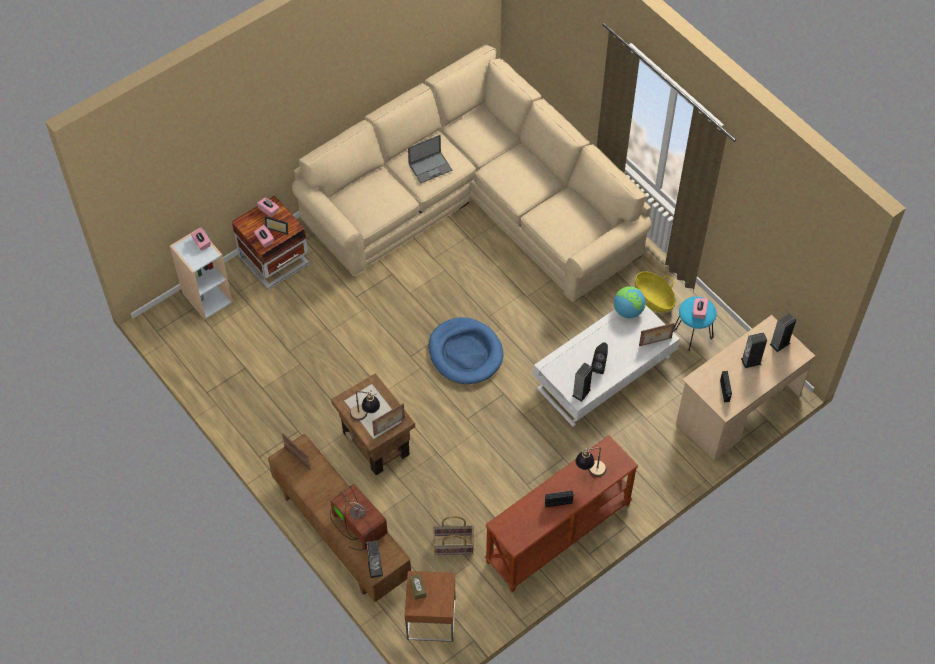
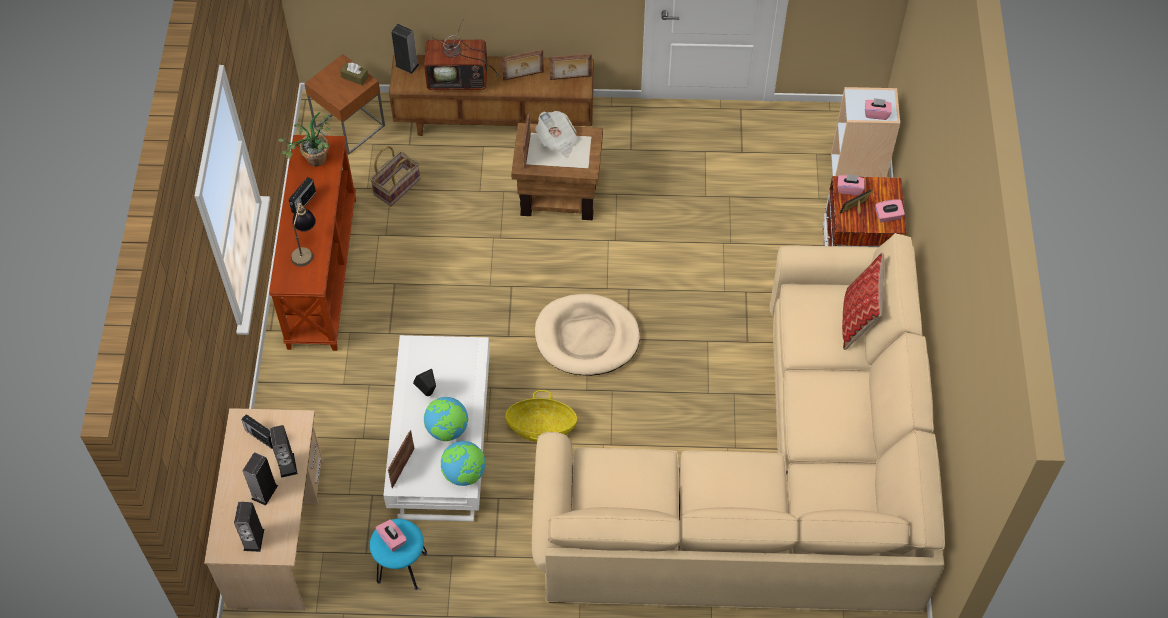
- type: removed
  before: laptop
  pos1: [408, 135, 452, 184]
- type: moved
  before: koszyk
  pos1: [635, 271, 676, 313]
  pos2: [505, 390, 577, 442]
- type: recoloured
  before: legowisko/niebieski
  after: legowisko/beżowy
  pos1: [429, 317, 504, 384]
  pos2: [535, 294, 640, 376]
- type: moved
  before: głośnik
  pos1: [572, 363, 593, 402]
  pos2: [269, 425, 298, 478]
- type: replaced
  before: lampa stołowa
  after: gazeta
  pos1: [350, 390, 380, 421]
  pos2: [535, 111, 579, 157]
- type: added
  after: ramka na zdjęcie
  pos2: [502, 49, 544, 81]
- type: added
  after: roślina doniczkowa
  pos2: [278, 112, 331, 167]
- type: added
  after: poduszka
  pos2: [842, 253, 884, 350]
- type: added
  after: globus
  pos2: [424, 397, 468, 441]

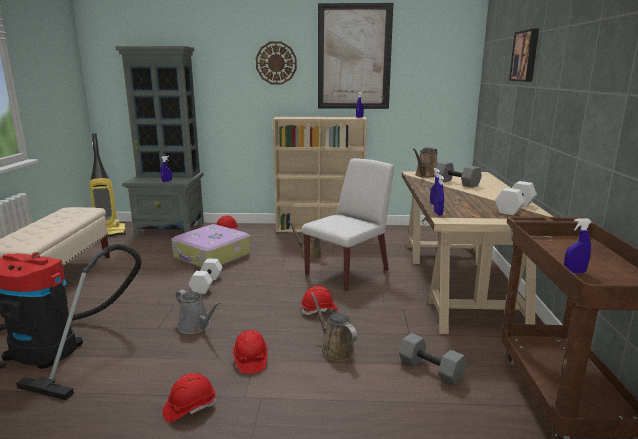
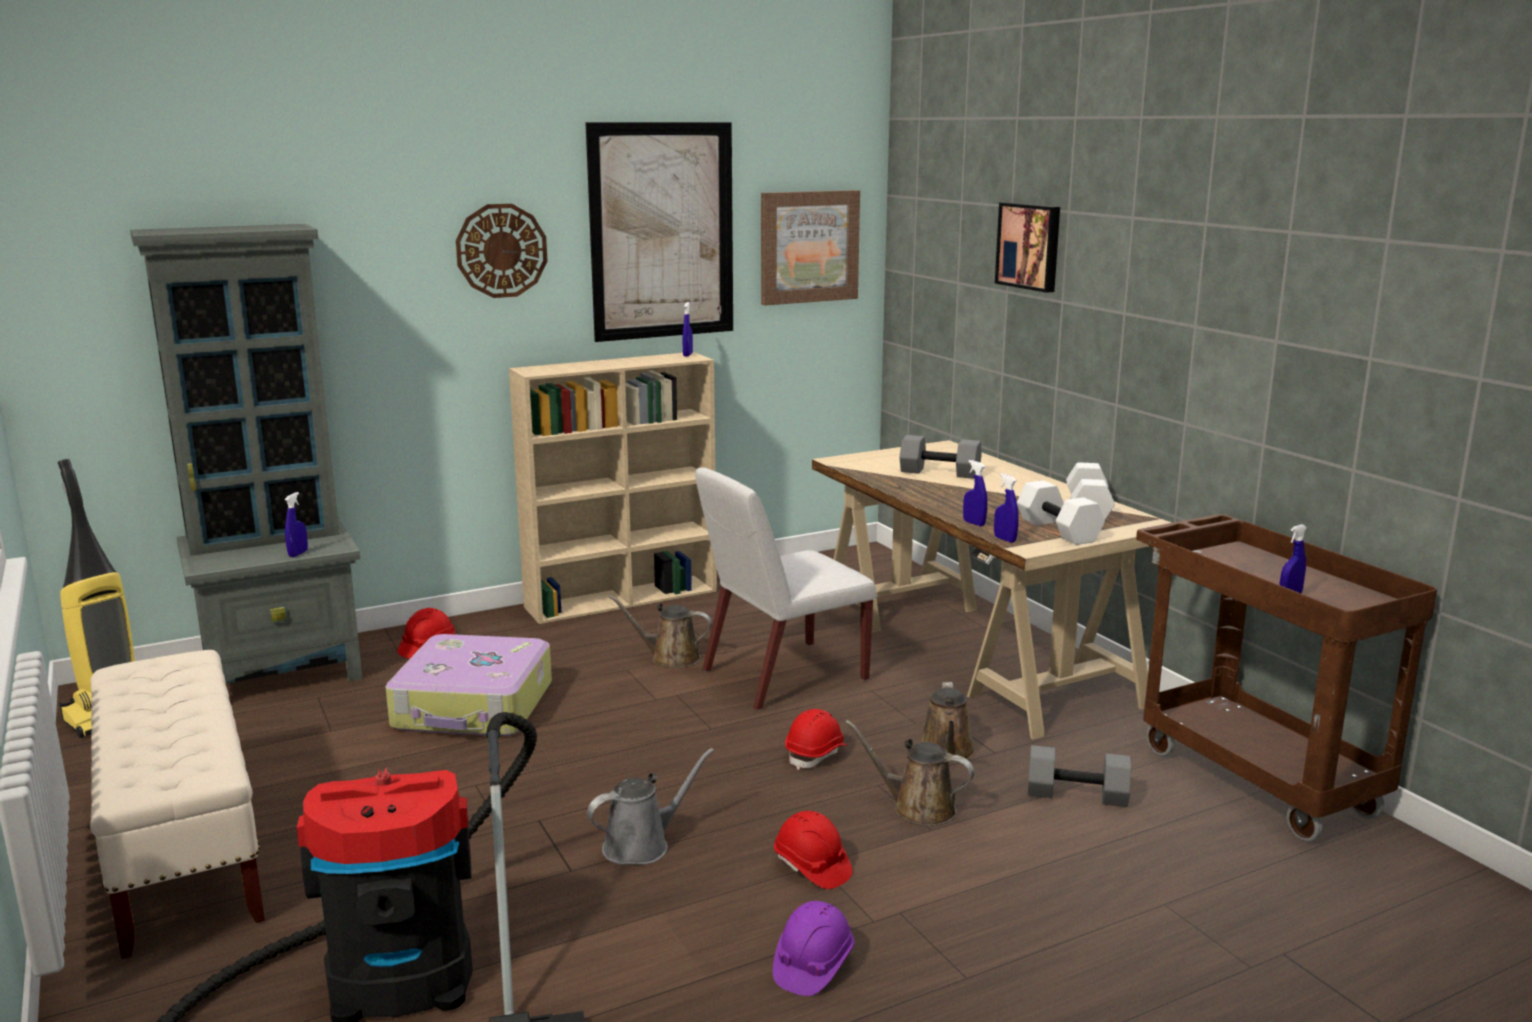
- type: moved
  before: konewka/brązowy
  pos1: [413, 148, 438, 178]
  pos2: [920, 682, 975, 763]
- type: turned
  before: krzesło/biały
  pos1: [302, 158, 394, 292]
  pos2: [695, 467, 877, 710]
  turn: -135
- type: moved
  before: hantel/biały
  pos1: [188, 258, 223, 294]
  pos2: [1017, 480, 1105, 545]
- type: turned
  before: konewka/szary
  pos1: [176, 290, 221, 334]
  pos2: [587, 748, 714, 865]
  turn: -45
- type: recoloured
  before: kask/czerwony
  after: kask/fioletowy
  pos1: [162, 373, 216, 422]
  pos2: [773, 901, 854, 996]
- type: added
  after: obraz
  pos2: [761, 190, 860, 305]

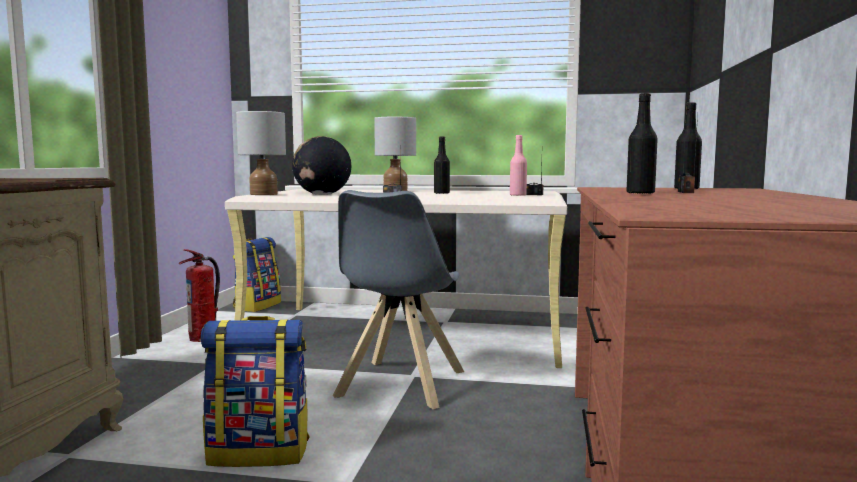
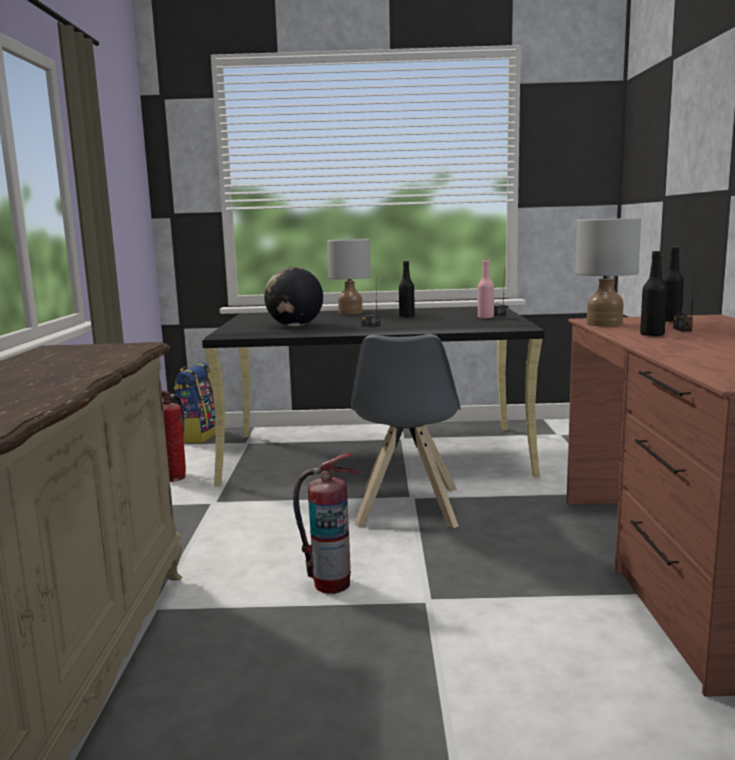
- type: moved
  before: lampa stołowa/szary
  pos1: [236, 111, 286, 195]
  pos2: [575, 218, 641, 326]
- type: recoloured
  before: biurko/beżowy
  after: biurko/czarny
  pos1: [225, 189, 567, 368]
  pos2: [202, 307, 544, 486]
- type: replaced
  before: plecak
  after: gaśnica
  pos1: [201, 316, 310, 467]
  pos2: [293, 453, 360, 594]

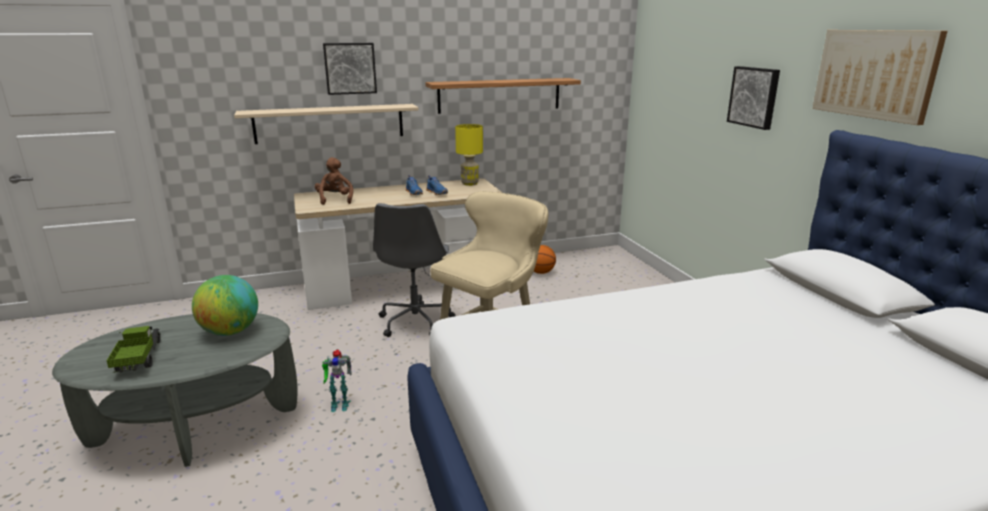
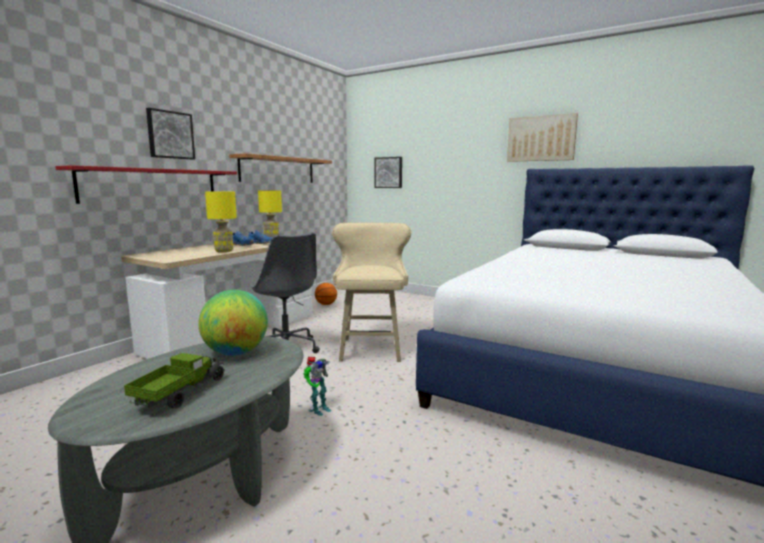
- type: moved
  before: obraz
  pos1: [727, 66, 780, 130]
  pos2: [375, 157, 402, 188]
- type: recoloured
  before: półka/beżowy
  after: półka/czerwony
  pos1: [234, 104, 419, 144]
  pos2: [55, 165, 237, 204]
- type: removed
  before: pluszak/brązowy
  pos1: [315, 157, 353, 205]
- type: turned
  before: ciężarówka zabawkowa
  pos1: [107, 326, 161, 373]
  pos2: [124, 353, 225, 409]
  turn: 75
- type: added
  after: lampa stołowa/żółty
  pos2: [205, 191, 237, 252]

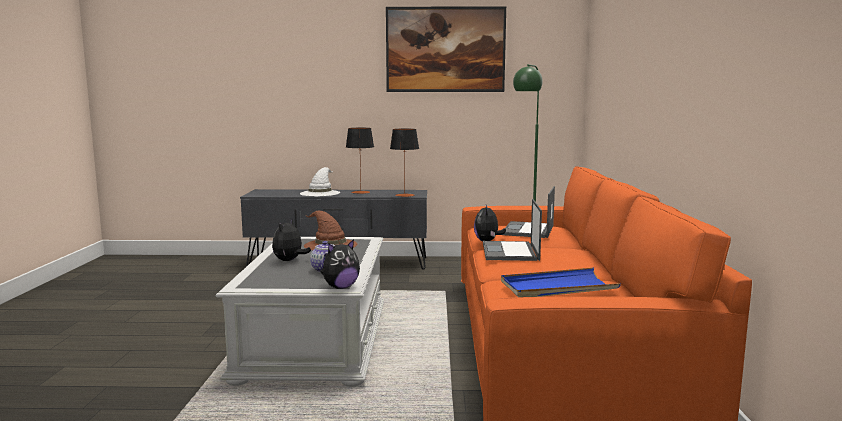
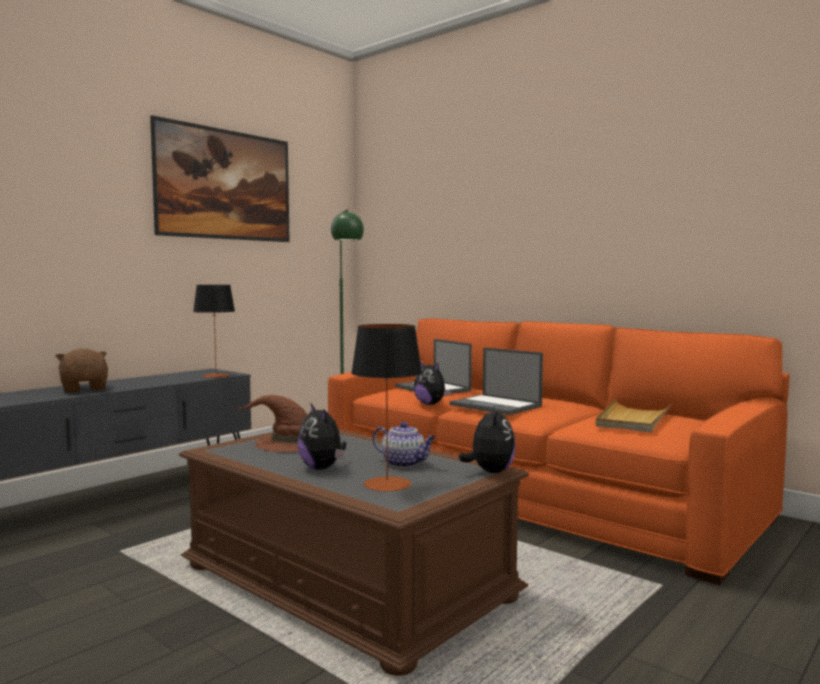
- type: moved
  before: lampa stołowa
  pos1: [346, 128, 374, 194]
  pos2: [351, 324, 422, 491]
- type: replaced
  before: kapelusz/biały
  after: pluszak/brązowy
  pos1: [300, 167, 340, 196]
  pos2: [55, 349, 108, 393]
- type: recoloured
  before: ława/biały
  after: ława/brązowy
  pos1: [216, 237, 384, 387]
  pos2: [179, 429, 529, 676]
- type: recoloured
  before: taca/niebieski
  after: taca/beżowy
  pos1: [501, 268, 621, 297]
  pos2: [596, 399, 672, 432]

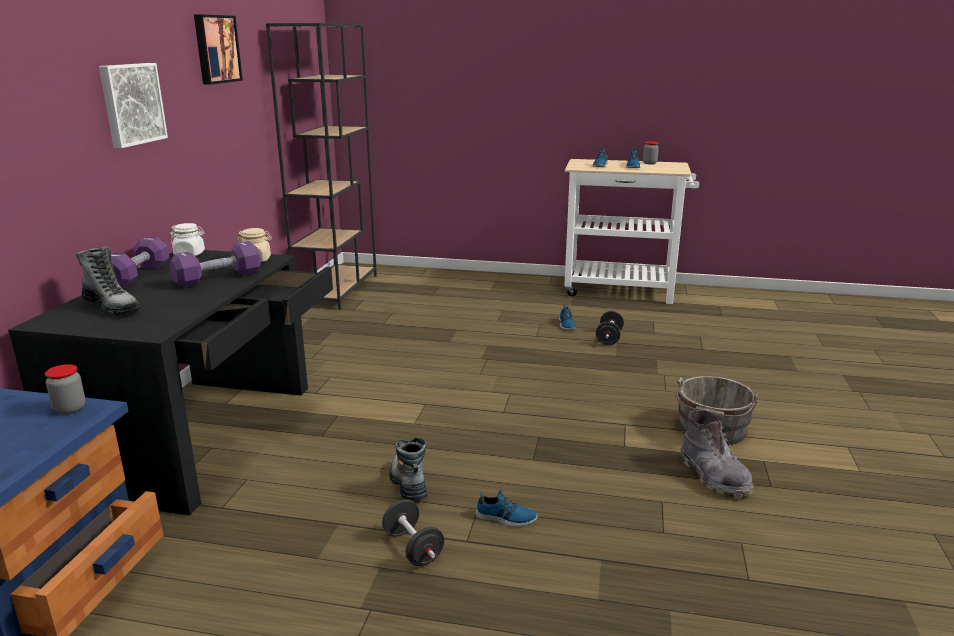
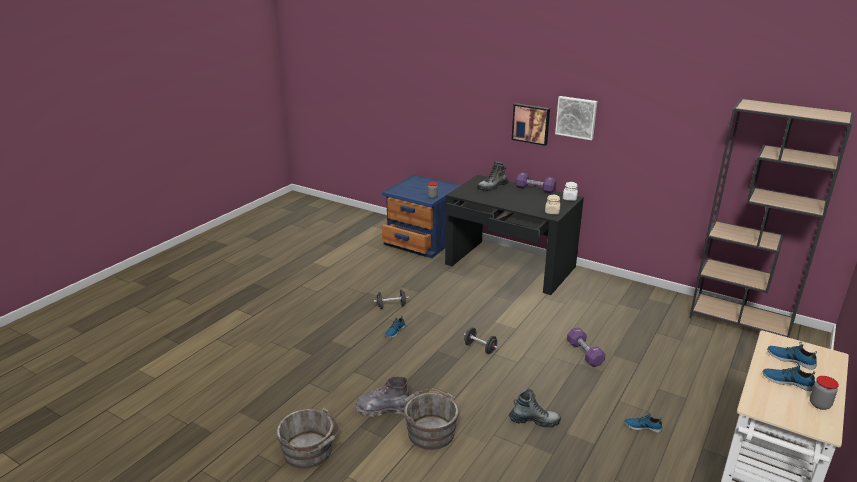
- type: moved
  before: obraz
  pos1: [194, 14, 243, 85]
  pos2: [512, 103, 550, 146]
- type: moved
  before: hantel/fioletowy
  pos1: [170, 241, 261, 288]
  pos2: [567, 327, 606, 367]
- type: moved
  before: hantel/czarny
  pos1: [596, 311, 624, 345]
  pos2: [464, 328, 498, 354]
- type: moved
  before: but z cholewką
  pos1: [389, 437, 427, 500]
  pos2: [509, 388, 561, 427]
- type: added
  after: wiadro/szary
  pos2: [276, 408, 340, 469]

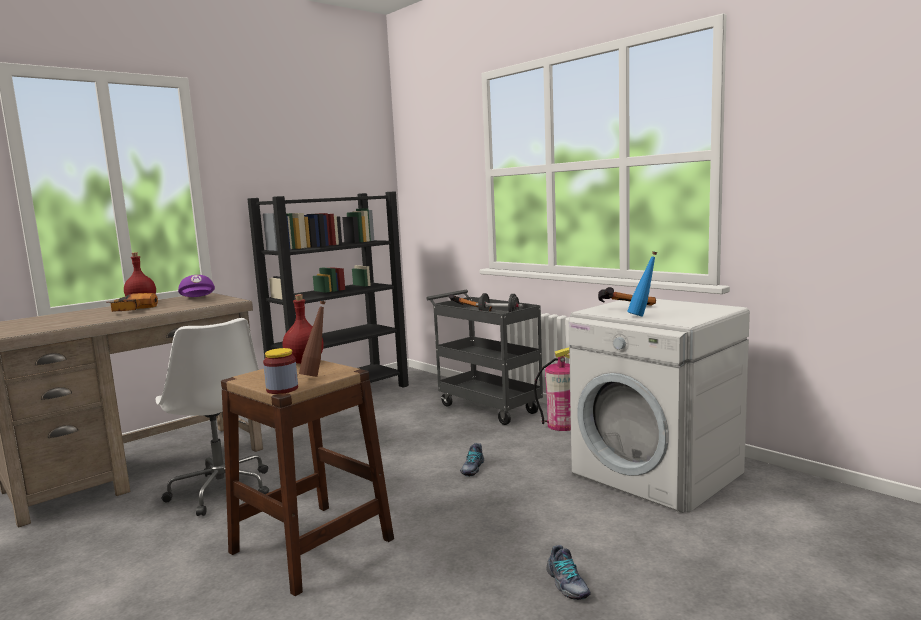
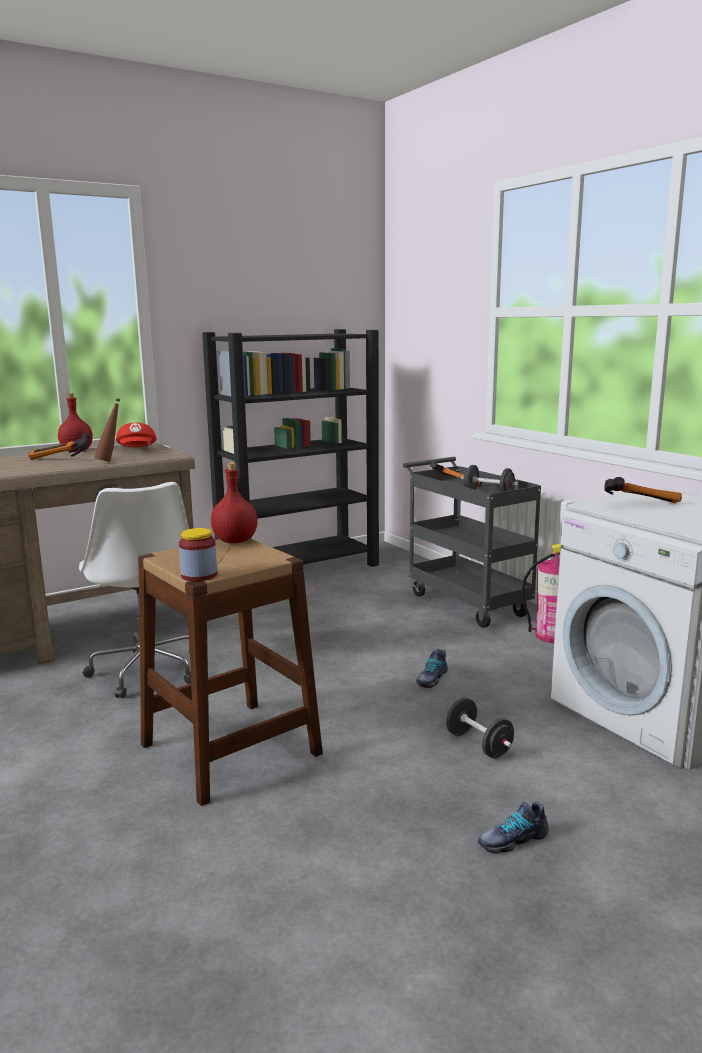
- type: removed
  before: butelka/niebieski
  pos1: [627, 251, 657, 317]
- type: recoloured
  before: czapka z daszkiem/fioletowy
  after: czapka z daszkiem/czerwony
  pos1: [178, 275, 215, 297]
  pos2: [116, 422, 156, 447]
- type: replaced
  before: wiertarka
  after: młotek
  pos1: [106, 293, 158, 312]
  pos2: [28, 433, 90, 460]
- type: moved
  before: butelka/brązowy
  pos1: [299, 301, 325, 377]
  pos2: [95, 398, 121, 462]
- type: turned
  before: but
  pos1: [546, 545, 591, 600]
  pos2: [478, 801, 549, 854]
  turn: 75
- type: added
  after: hantel/czarny
  pos2: [446, 698, 514, 758]

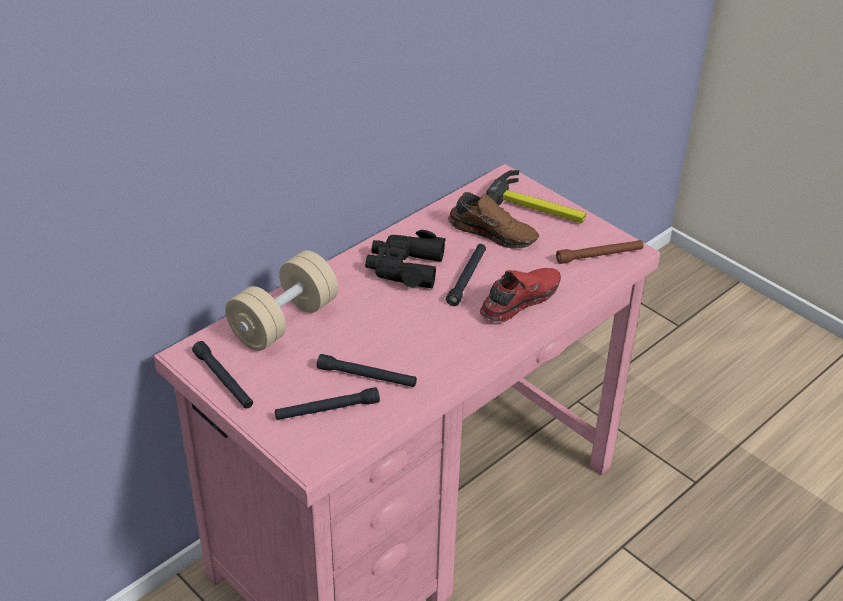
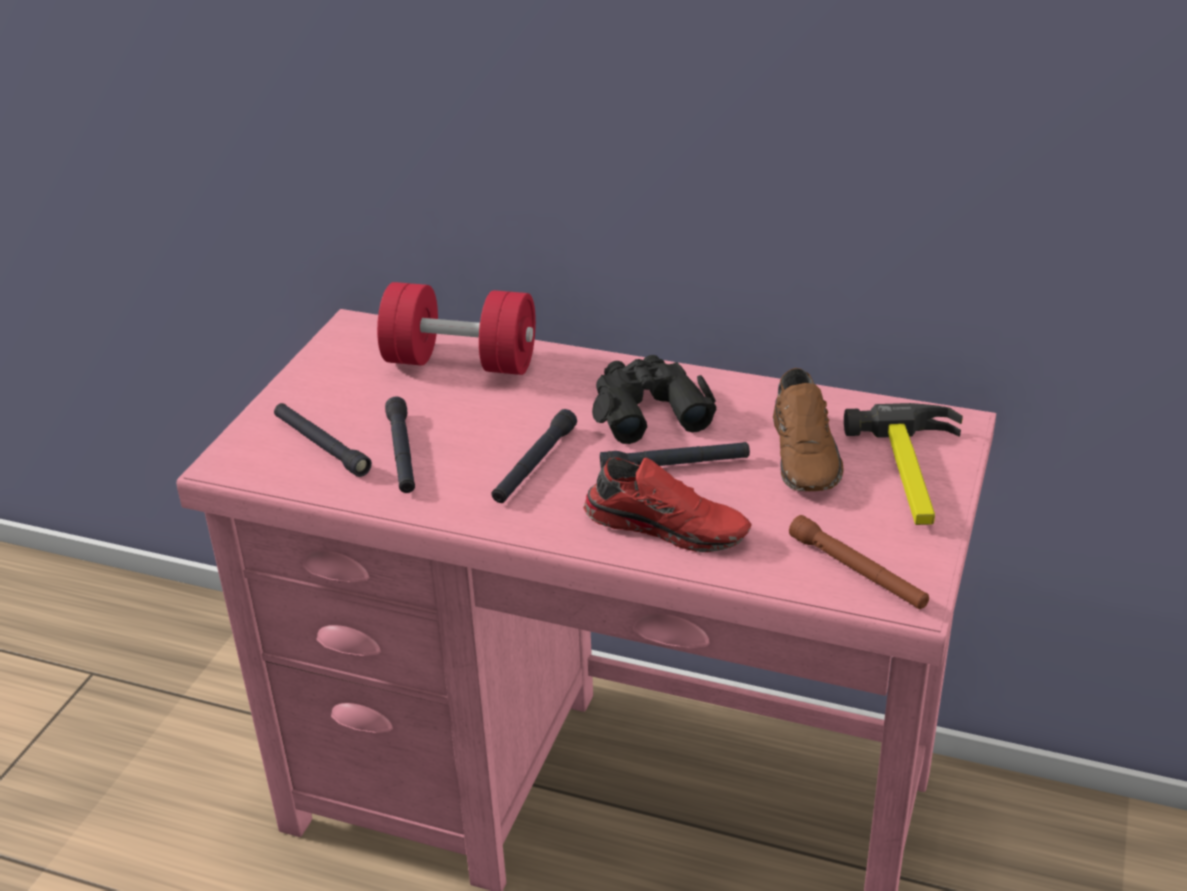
- type: recoloured
  before: hantel/beżowy
  after: hantel/czerwony
  pos1: [225, 251, 338, 351]
  pos2: [377, 282, 536, 375]
- type: moved
  before: latarka/czarny
  pos1: [192, 341, 253, 409]
  pos2: [491, 409, 577, 503]

